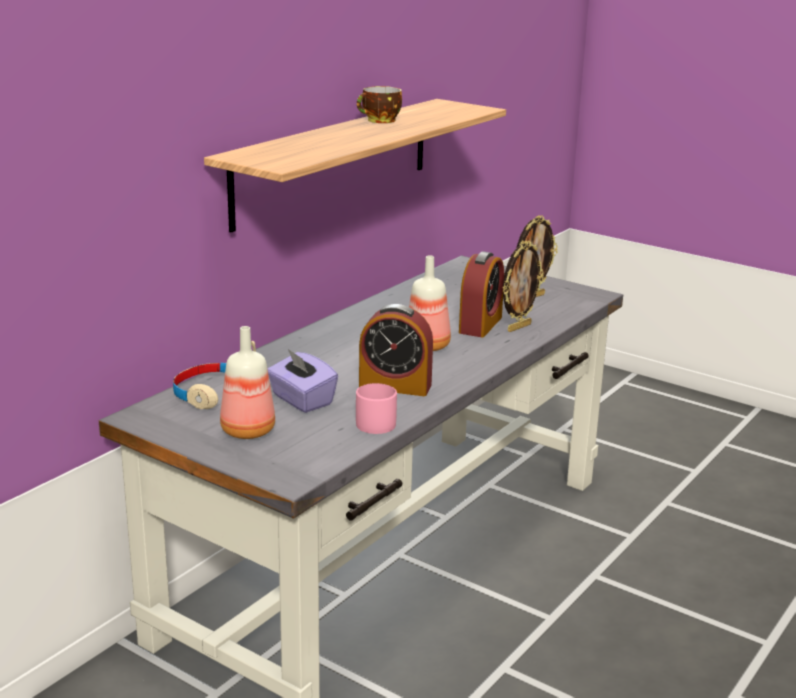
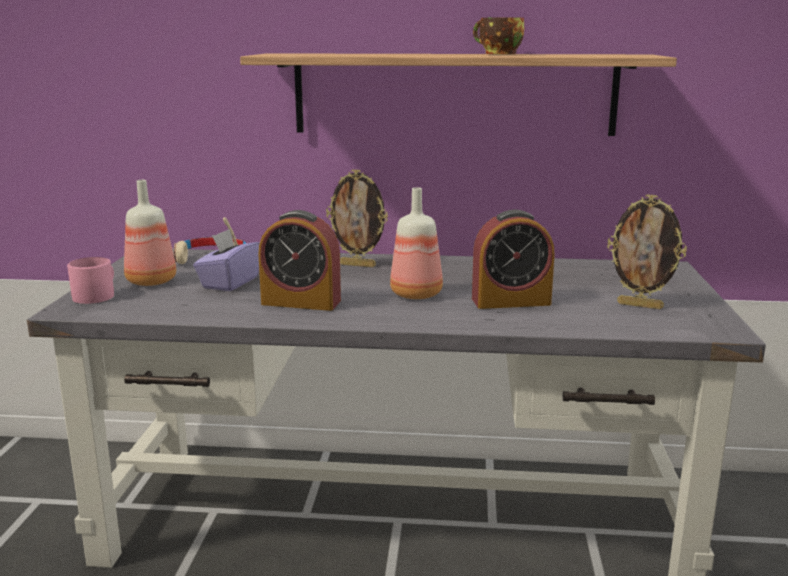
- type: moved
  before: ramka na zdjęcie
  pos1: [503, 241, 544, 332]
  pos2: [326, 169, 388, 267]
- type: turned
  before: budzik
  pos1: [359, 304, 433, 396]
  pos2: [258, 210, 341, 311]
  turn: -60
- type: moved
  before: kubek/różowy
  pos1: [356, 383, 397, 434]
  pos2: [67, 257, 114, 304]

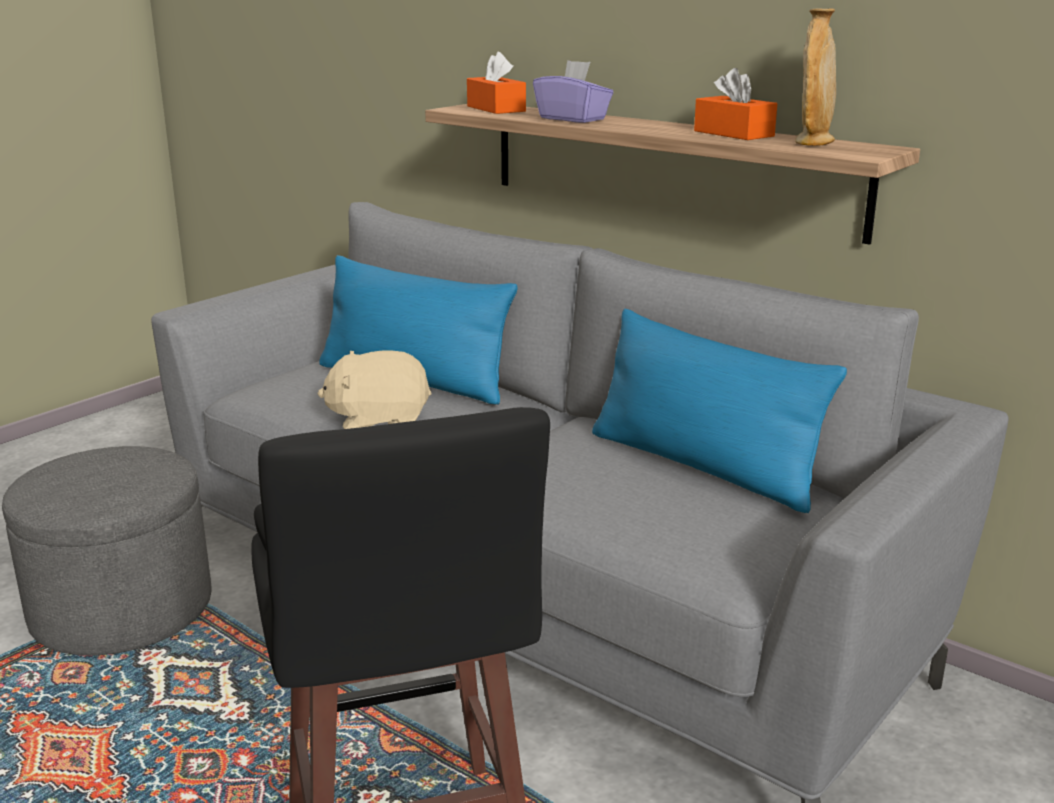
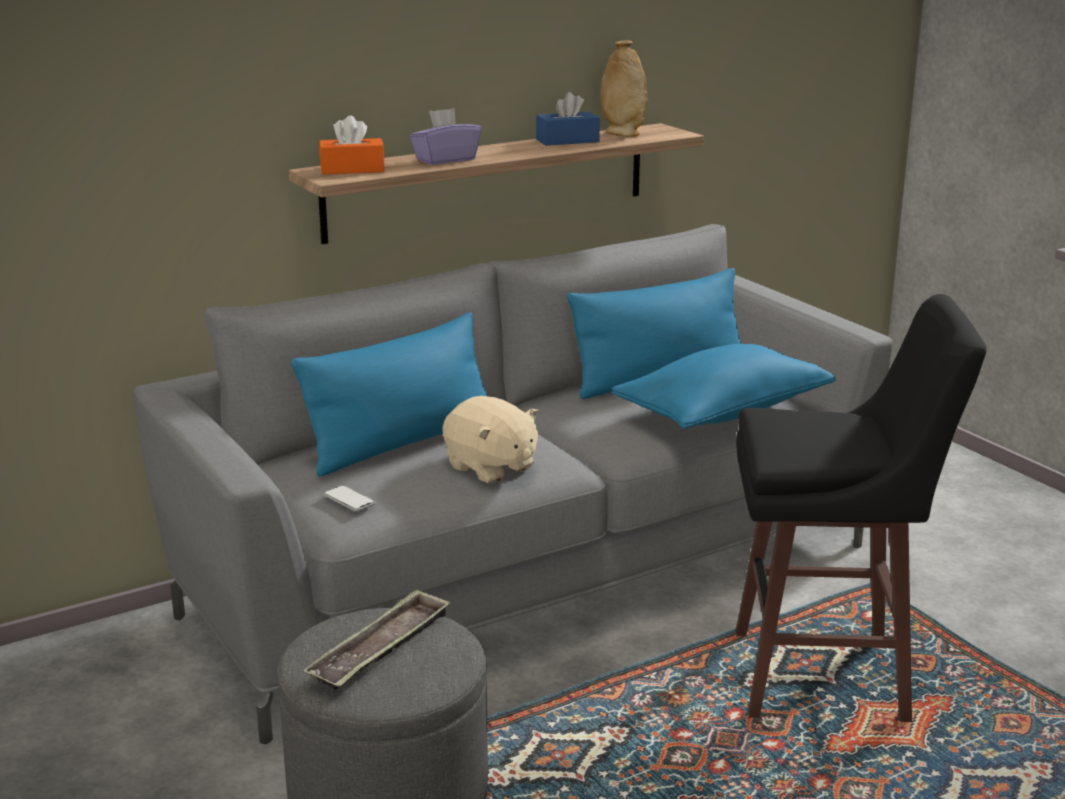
- type: recoloured
  before: pudełko chusteczek/pomarańczowy
  after: pudełko chusteczek/niebieski
  pos1: [694, 68, 777, 140]
  pos2: [536, 92, 600, 146]
- type: turned
  before: pluszak/beżowy
  pos1: [317, 351, 432, 429]
  pos2: [442, 396, 539, 483]
  turn: -60
- type: added
  after: poduszka/niebieski
  pos2: [612, 344, 836, 429]
- type: added
  after: telefon
  pos2: [323, 485, 376, 511]
- type: added
  after: taca
  pos2: [303, 589, 450, 690]

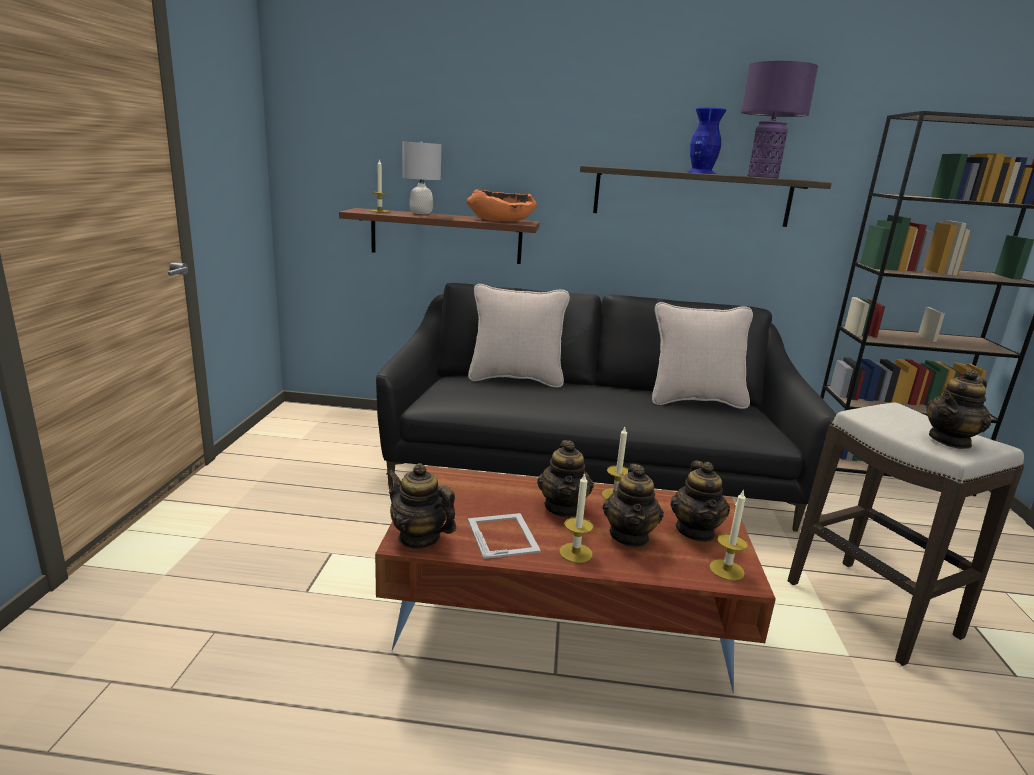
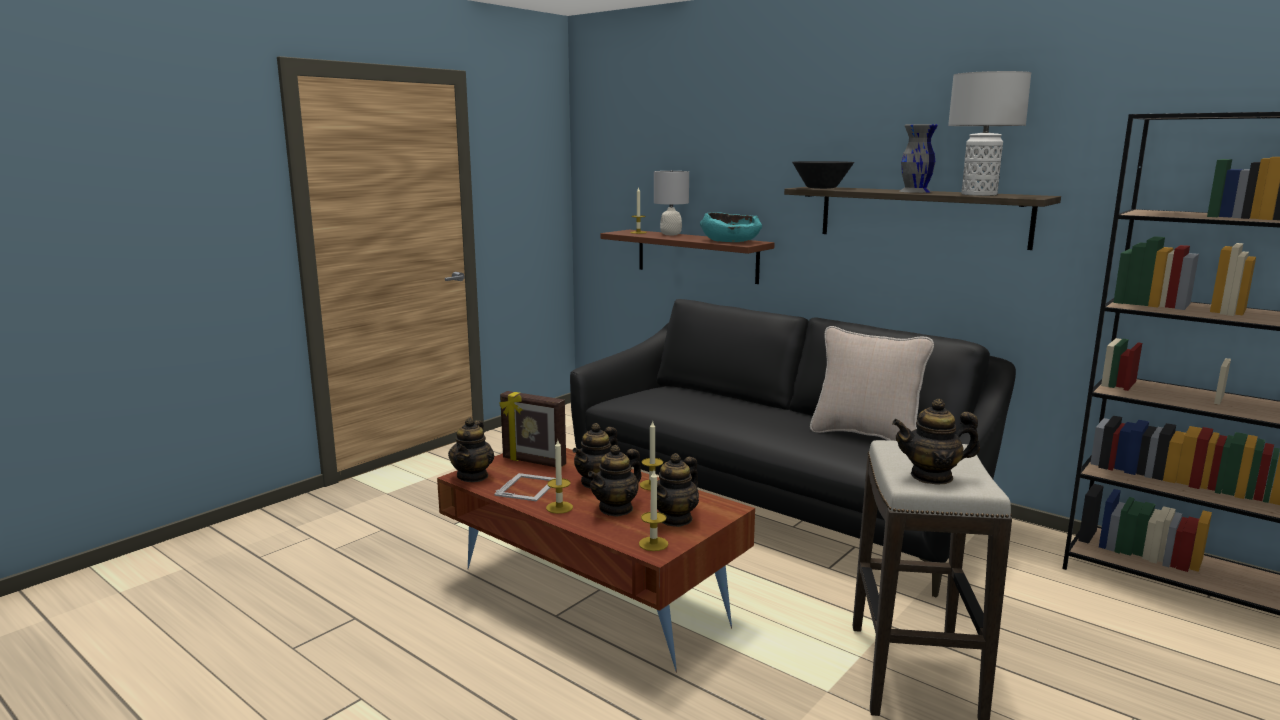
- type: recoloured
  before: lampa stołowa/fioletowy
  after: lampa stołowa/biały
  pos1: [741, 61, 818, 178]
  pos2: [948, 71, 1031, 196]
- type: recoloured
  before: wazon/niebieski
  after: wazon/szary
  pos1: [687, 107, 726, 174]
  pos2: [899, 124, 938, 193]
- type: recoloured
  before: miska/pomarańczowy
  after: miska/turkusowy
  pos1: [467, 190, 537, 221]
  pos2: [700, 212, 762, 242]
- type: removed
  before: poduszka/beżowy
  pos1: [468, 284, 570, 387]
- type: turned
  before: imbryk
  pos1: [386, 463, 456, 549]
  pos2: [448, 417, 495, 482]
  turn: -150
- type: added
  after: miska/czarny
  pos2: [792, 161, 854, 189]
- type: added
  after: ramka na zdjęcie
  pos2: [499, 391, 566, 467]

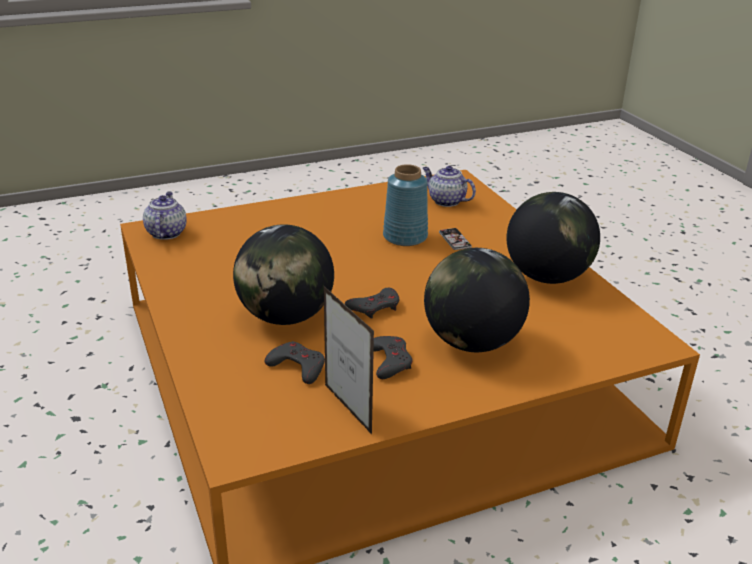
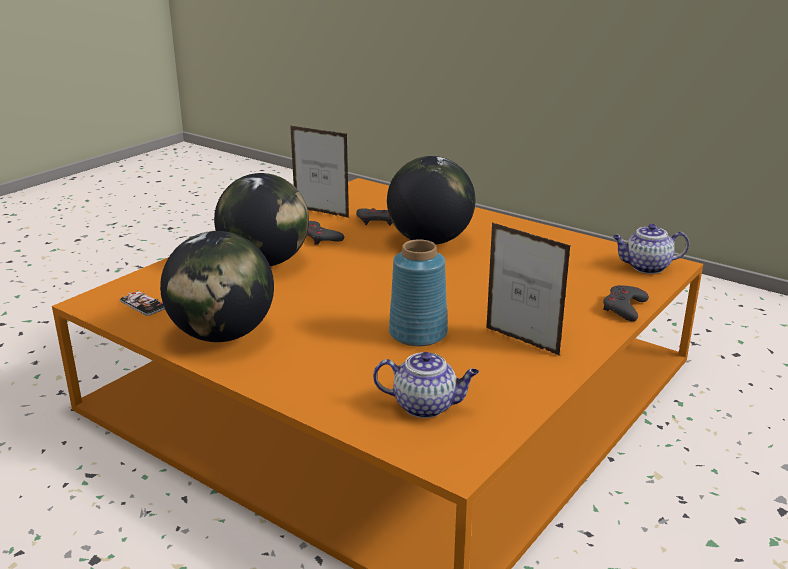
- type: turned
  before: imbryk
  pos1: [143, 192, 187, 240]
  pos2: [612, 224, 689, 274]
  turn: 120
- type: moved
  before: telefon
  pos1: [439, 228, 472, 250]
  pos2: [120, 290, 165, 316]
- type: moved
  before: pad do gier/szary
  pos1: [345, 288, 399, 319]
  pos2: [603, 285, 649, 322]
- type: added
  after: ramka na zdjęcie
  pos2: [486, 222, 571, 356]

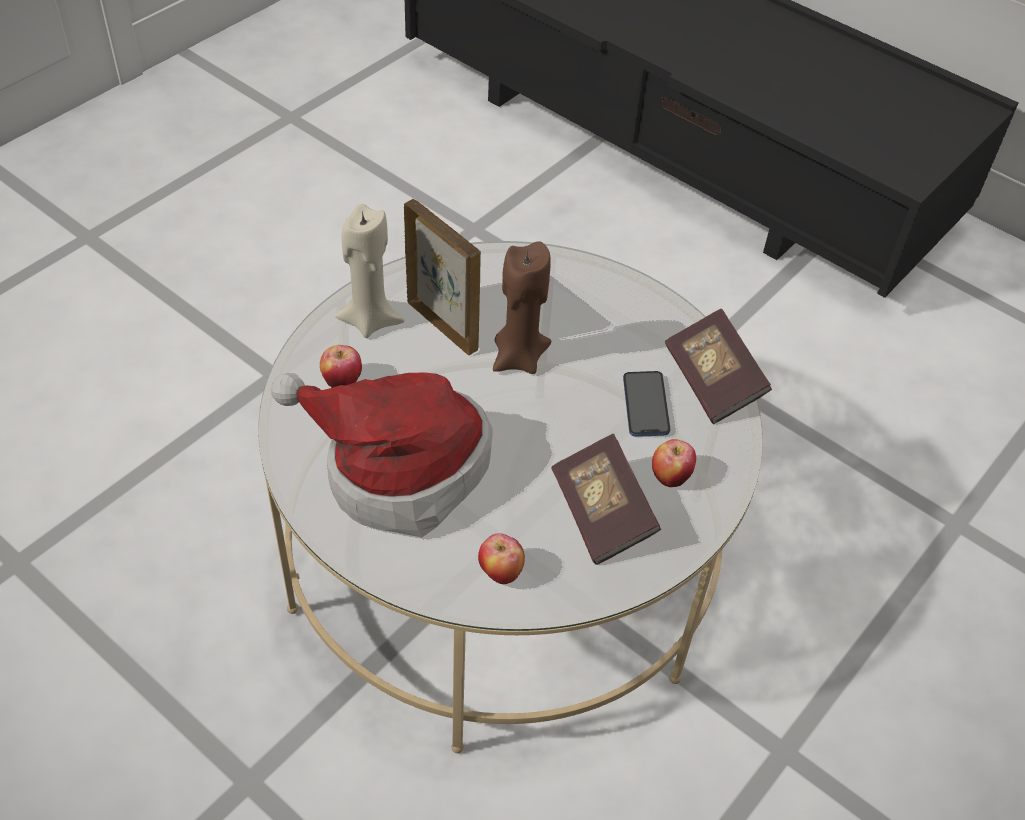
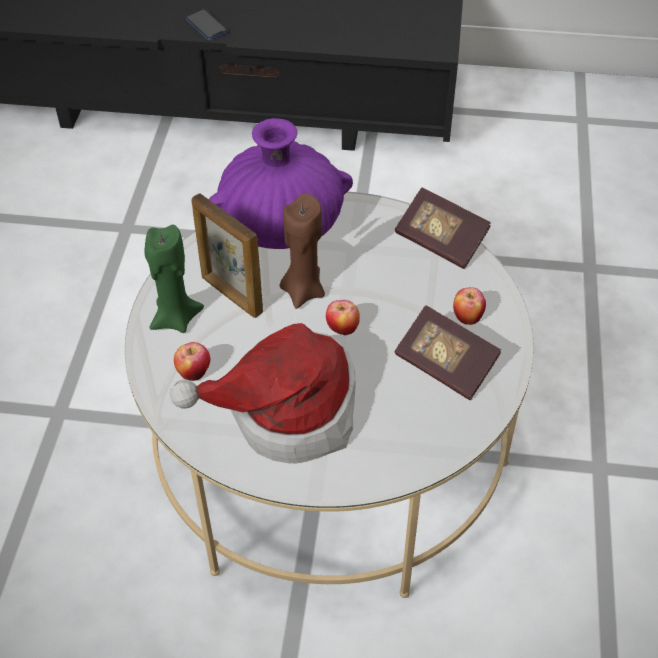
- type: turned
  before: ramka na zdjęcie
  pos1: [404, 199, 481, 355]
  pos2: [191, 193, 263, 318]
  turn: -150
- type: recoloured
  before: świeca/beżowy
  after: świeca/zielony
  pos1: [335, 204, 404, 338]
  pos2: [145, 225, 204, 333]
- type: moved
  before: telefon
  pos1: [623, 371, 670, 437]
  pos2: [186, 9, 228, 40]
- type: moved
  before: jabłko
  pos1: [478, 533, 525, 584]
  pos2: [326, 300, 360, 335]
- type: added
  after: wazon/fioletowy
  pos2: [209, 118, 353, 249]

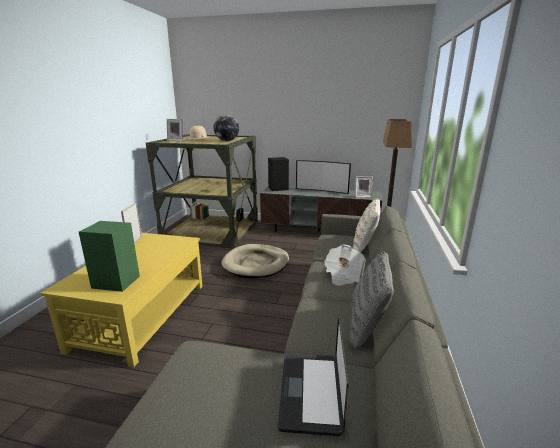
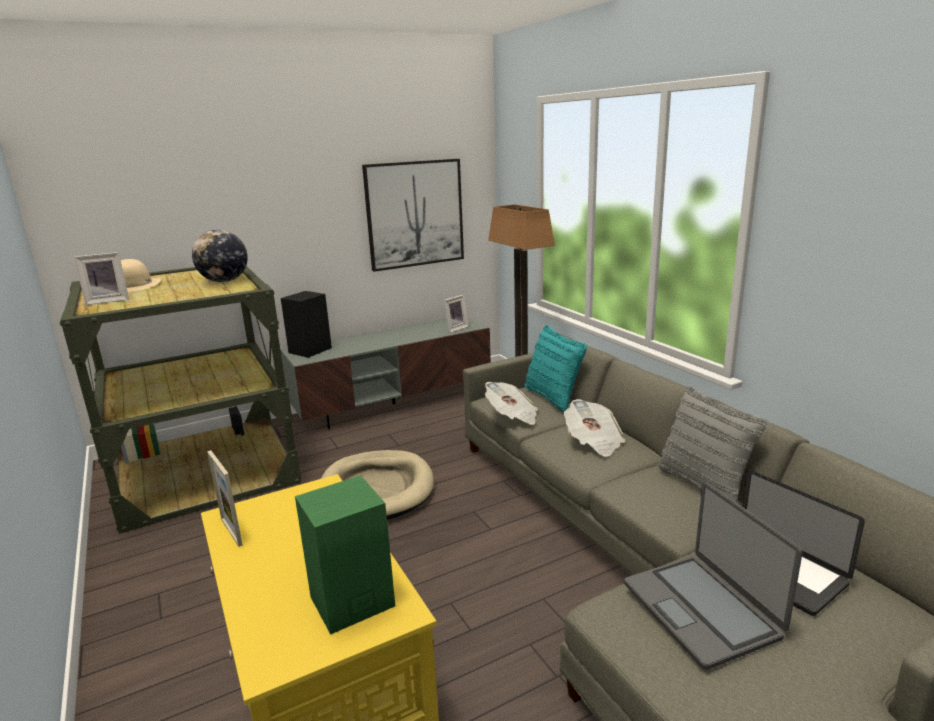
- type: removed
  before: telewizor
  pos1: [296, 160, 351, 194]
- type: recoloured
  before: poduszka/beżowy
  after: poduszka/turkusowy
  pos1: [353, 198, 381, 252]
  pos2: [524, 325, 588, 412]
- type: added
  after: obraz
  pos2: [362, 159, 464, 272]
- type: added
  after: gazeta
  pos2: [485, 382, 538, 425]
- type: added
  after: laptop
  pos2: [624, 482, 803, 670]

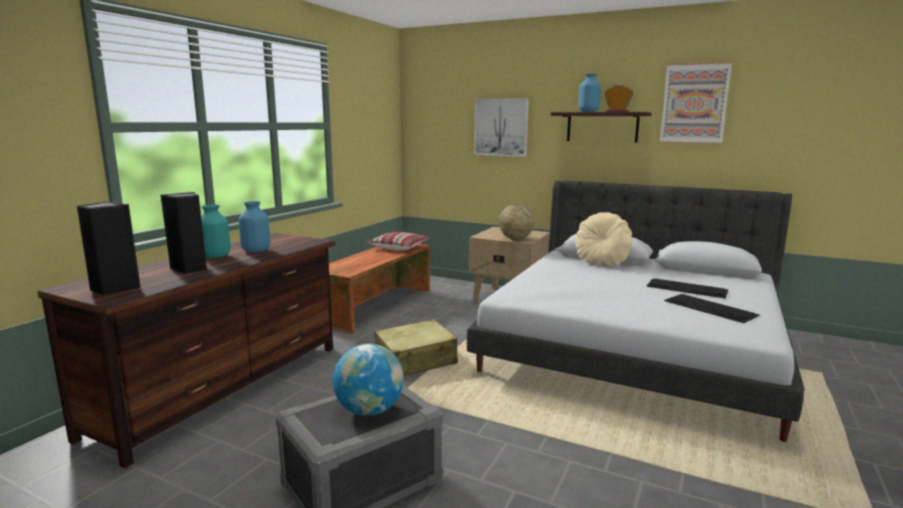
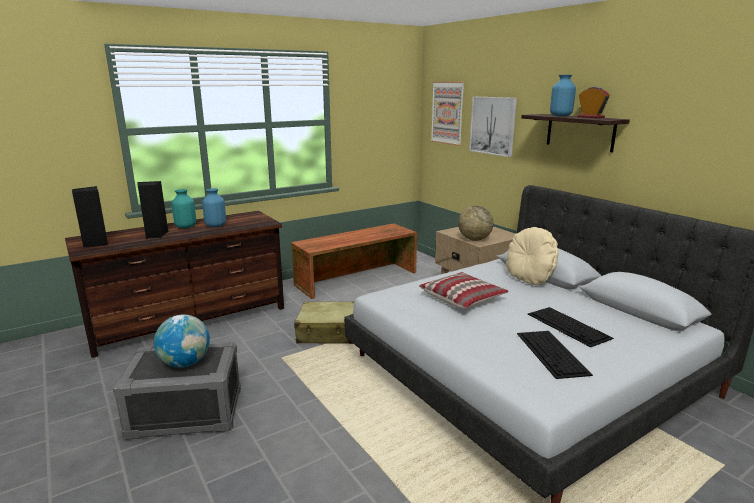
- type: moved
  before: obraz
  pos1: [660, 61, 732, 144]
  pos2: [430, 82, 465, 146]
- type: moved
  before: poduszka
  pos1: [367, 232, 430, 251]
  pos2: [419, 272, 509, 309]

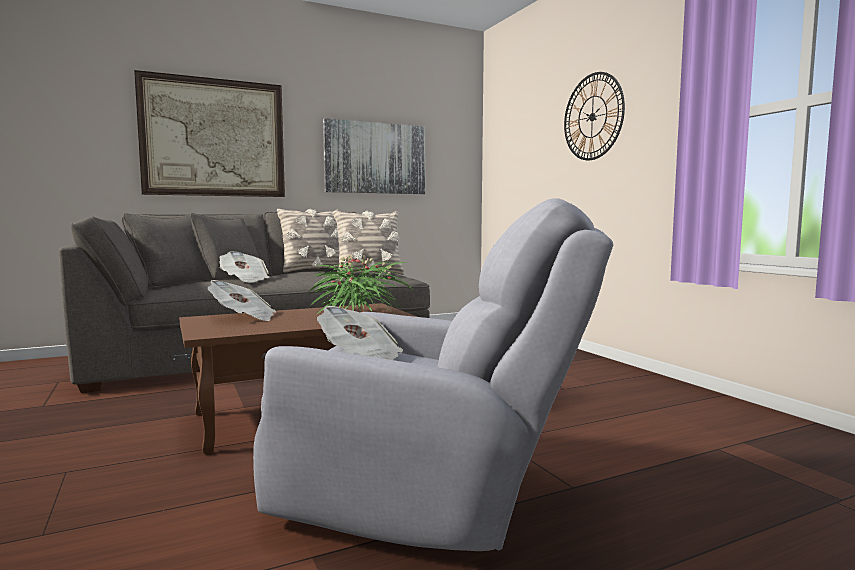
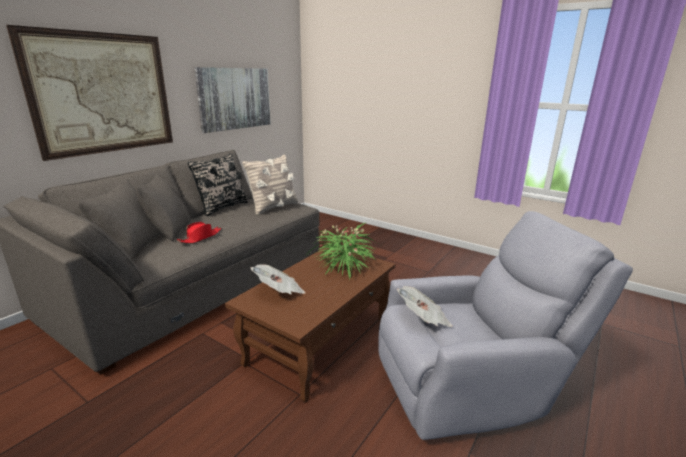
- type: removed
  before: zegar ścienny
  pos1: [564, 72, 625, 161]
- type: recoloured
  before: poduszka/beżowy
  after: poduszka/czarny
  pos1: [277, 209, 339, 273]
  pos2: [188, 154, 248, 216]
- type: replaced
  before: gazeta
  after: kapelusz/czerwony
  pos1: [219, 251, 269, 283]
  pos2: [177, 222, 221, 244]

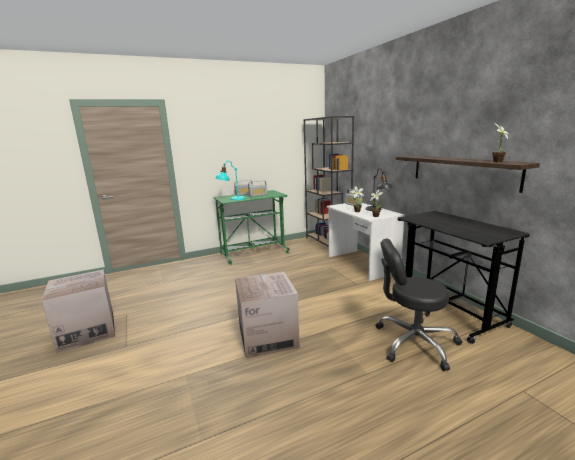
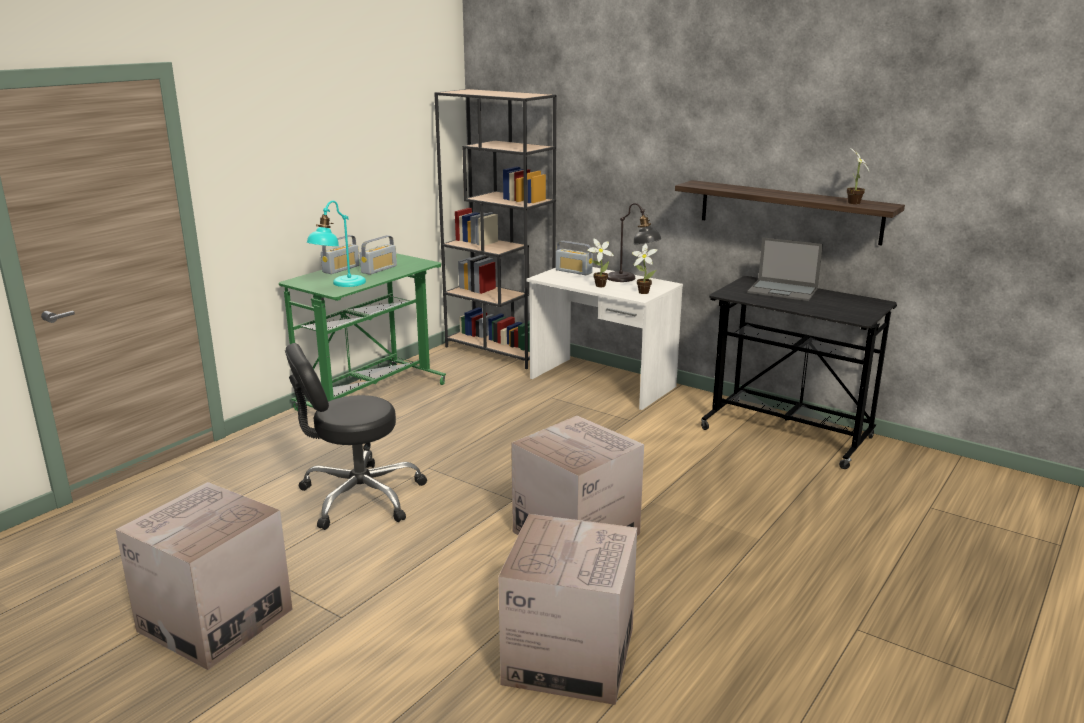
- type: moved
  before: krzesło biurowe/czarny
  pos1: [375, 239, 462, 371]
  pos2: [285, 343, 427, 530]
- type: added
  after: laptop
  pos2: [747, 237, 823, 301]
- type: added
  after: karton
  pos2: [498, 514, 637, 705]

